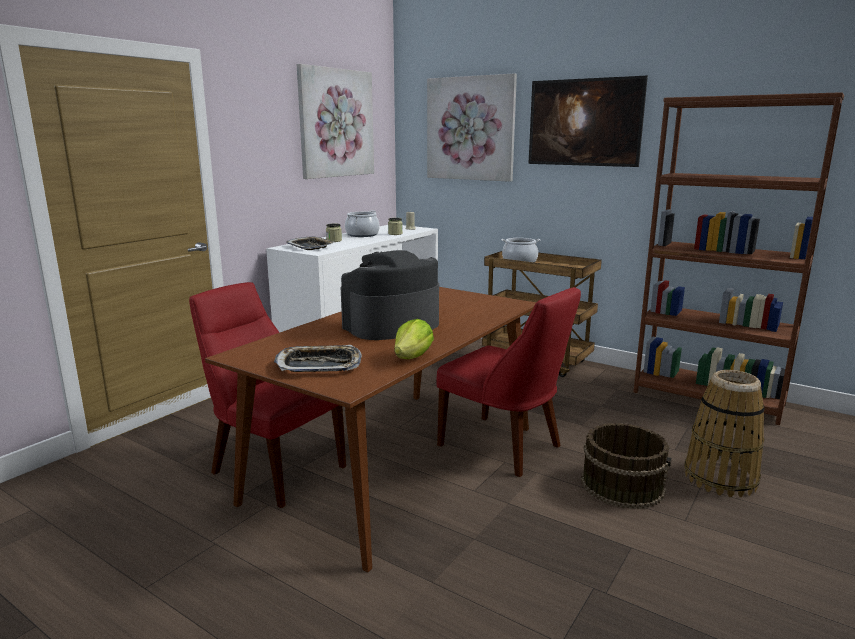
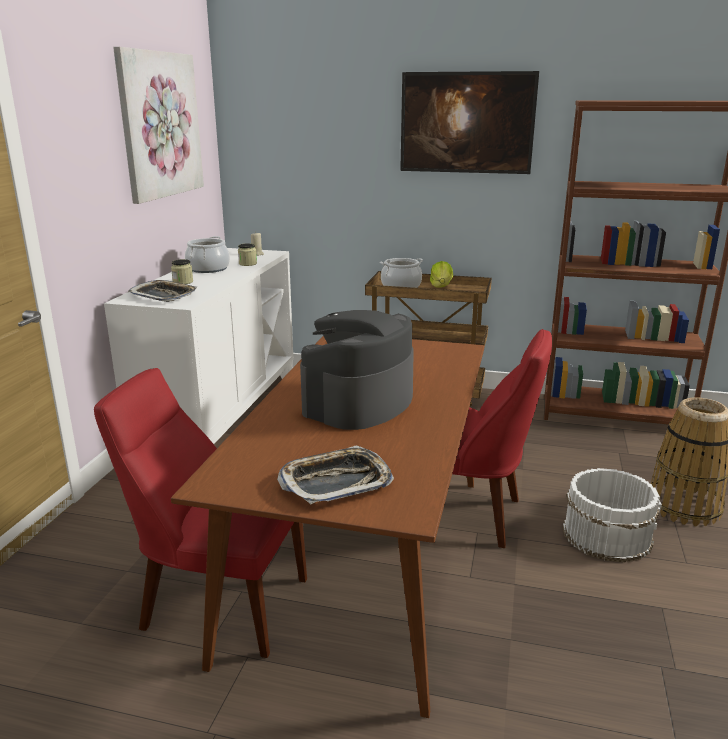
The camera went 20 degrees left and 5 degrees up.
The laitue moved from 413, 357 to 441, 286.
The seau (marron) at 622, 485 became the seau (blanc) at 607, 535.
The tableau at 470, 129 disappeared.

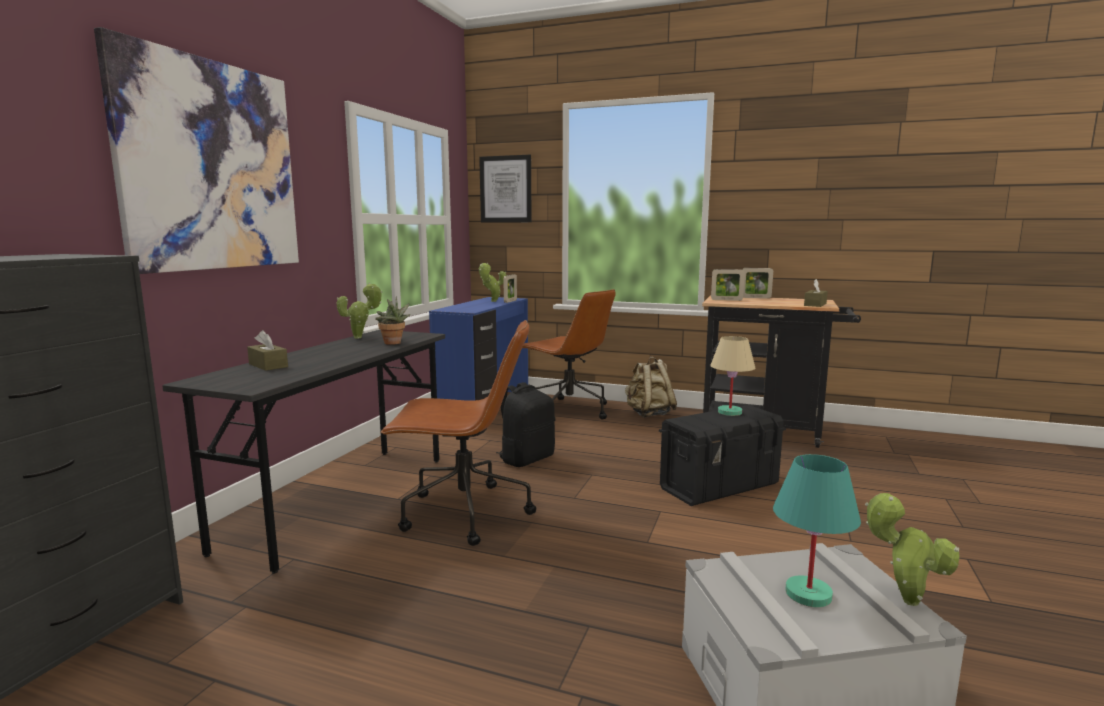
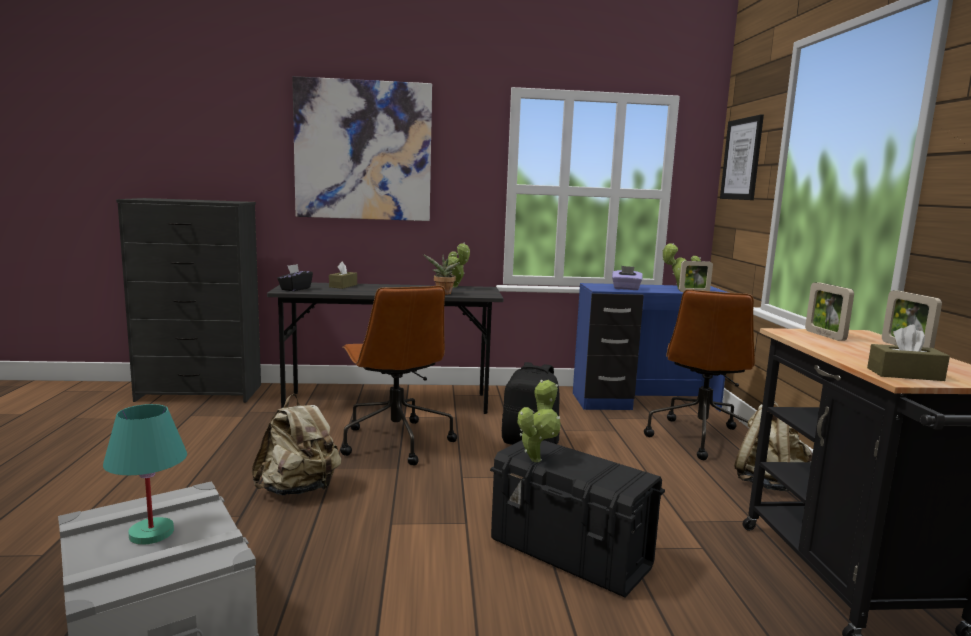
The camera went 65 degrees right and 0 degrees up.
The sac à dos (beige) at 299, 490 appeared.
The boîte à mouchoirs (noir) at 295, 289 appeared.
The plante en pot moved from 904, 599 to 536, 458.
The boîte à mouchoirs (violet) at 626, 288 appeared.
The lampe de table (beige) at 730, 412 disappeared.

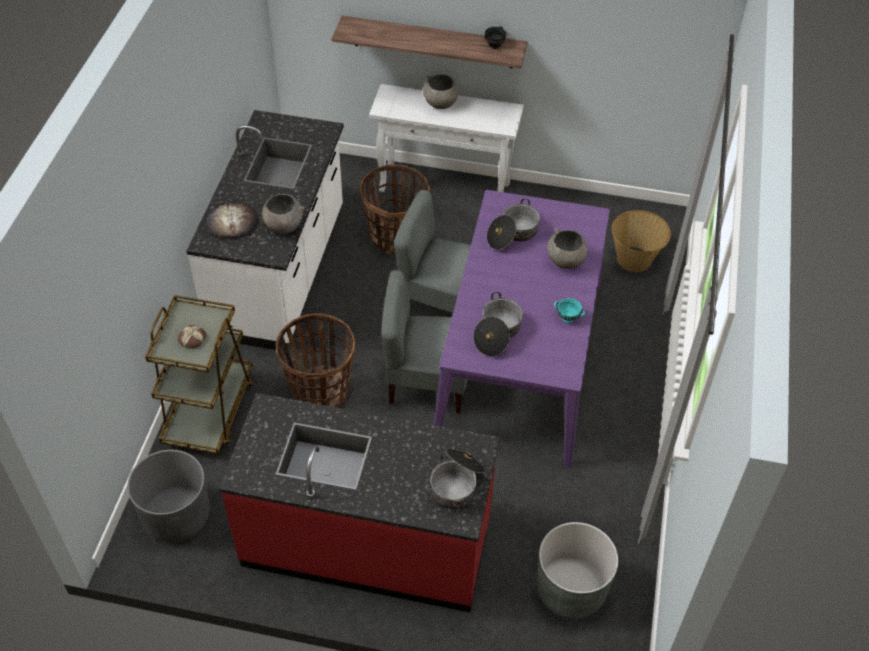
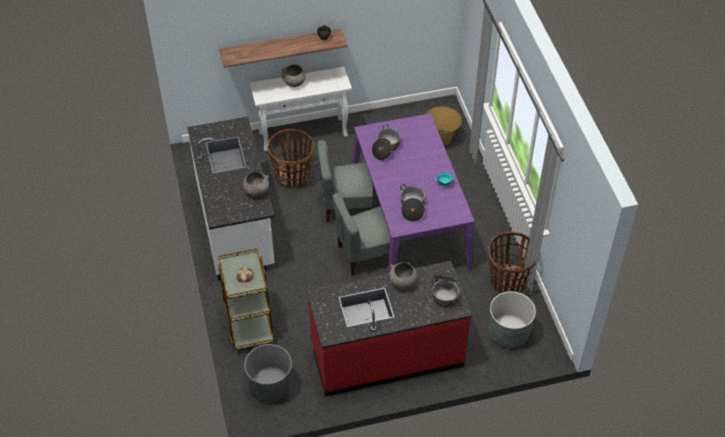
The camera went 25 degrees left and 0 degrees up.
The bol (gris) moved from 565, 261 to 402, 283.
The panier moved from 320, 390 to 508, 280.
The pain at 232, 222 disappeared.

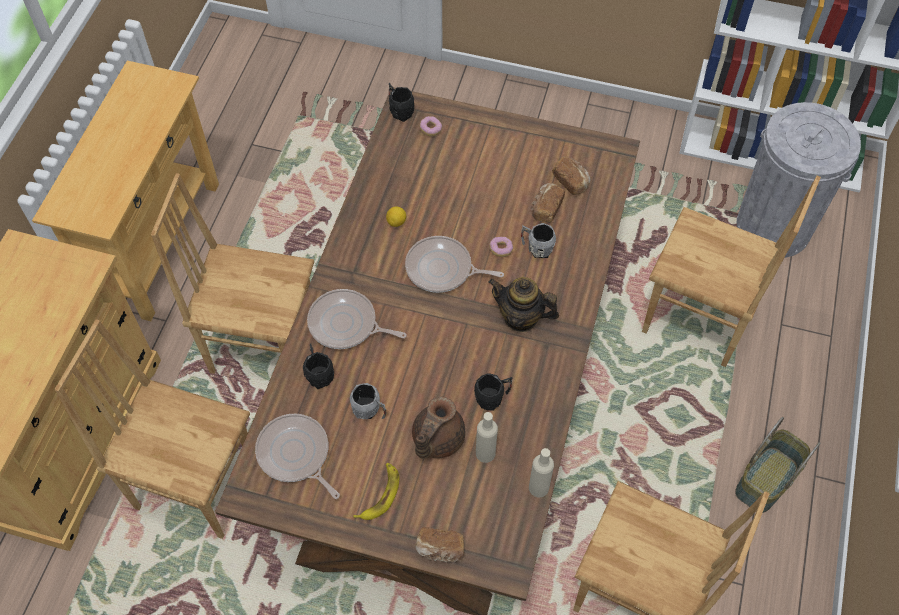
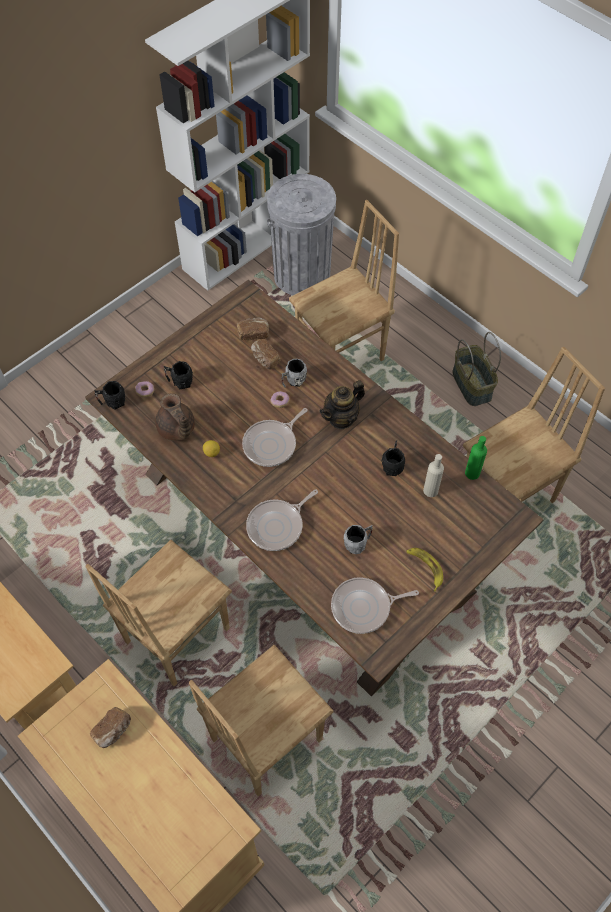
The camera went 60 degrees left and 0 degrees up.
The pain moved from 440, 550 to 113, 731.
The théière (marron) moved from 436, 439 to 177, 430.
The mug (noir) moved from 319, 374 to 180, 382.
The bouteille (beige) at 538, 487 became the bouteille (vert) at 472, 473.

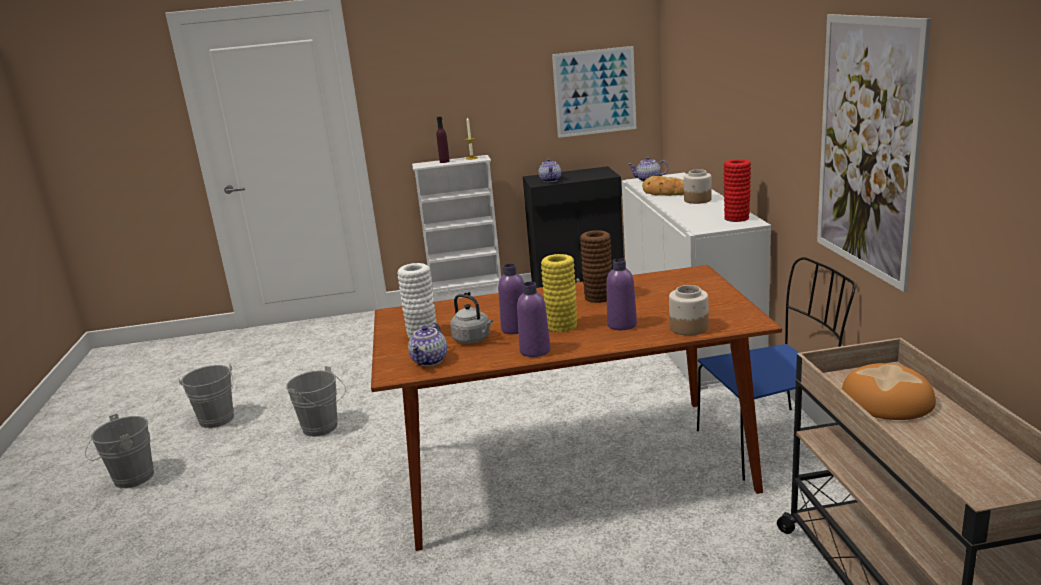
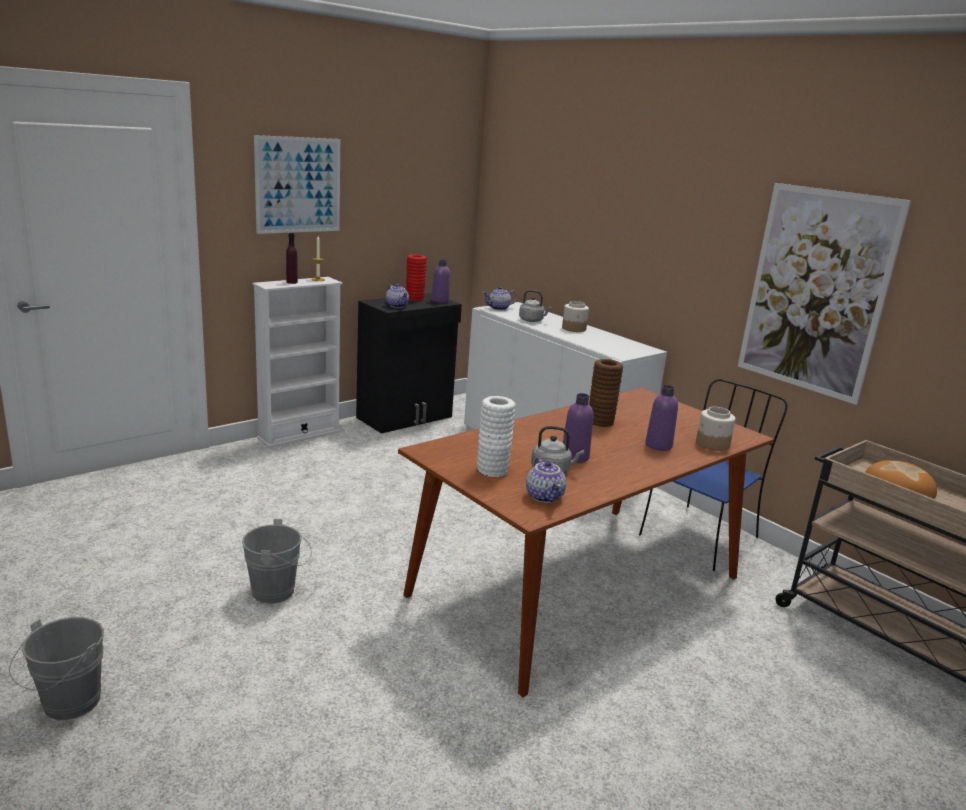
The camera went 35 degrees left and 0 degrees up.
The tableau moved from 595, 92 to 298, 185.
The vase (rouge) moved from 736, 218 to 414, 299.
The bouteille (violet) moved from 535, 351 to 440, 301.
The pain at 664, 192 was replaced by the bouilloire (gris) at 532, 320.
The seau (gris) at 217, 421 disappeared.
The vase (jaune) at 562, 326 disappeared.

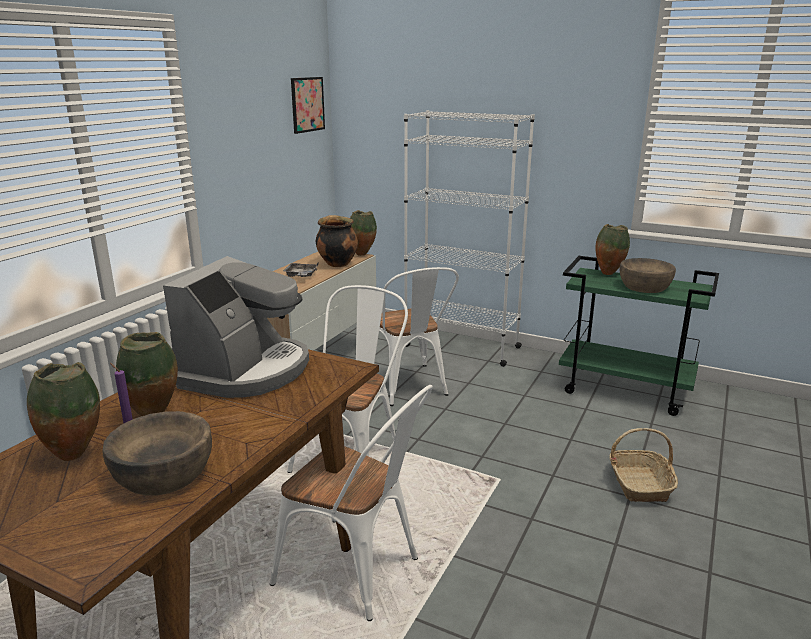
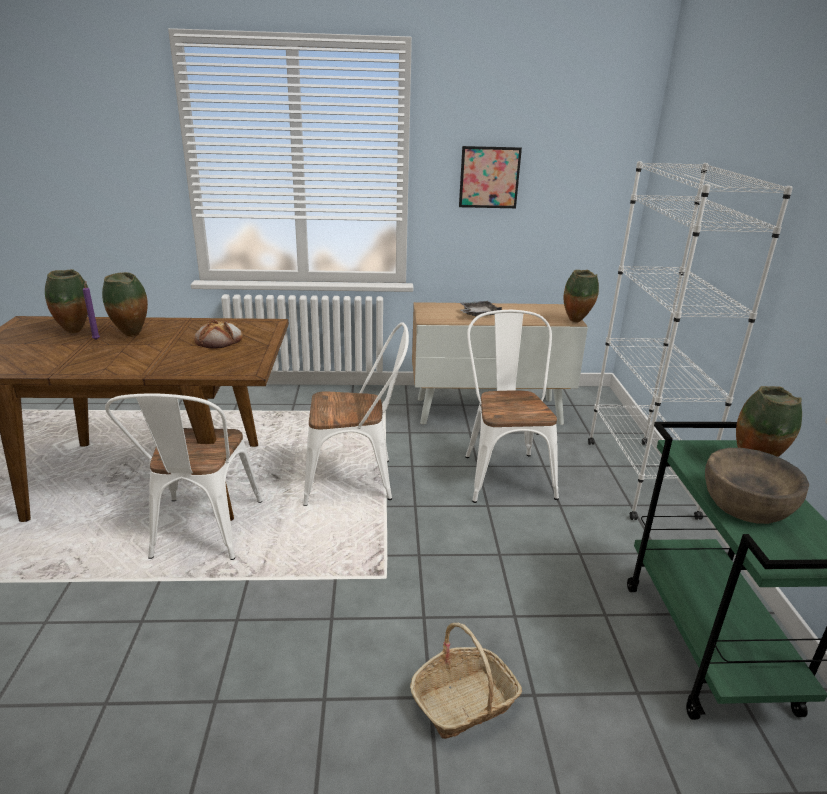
The camera went 60 degrees right and 5 degrees up.
The machine à café at 246, 371 was replaced by the pain at 219, 340.
The tableau moved from 307, 104 to 489, 177.
The chaise (blanc) at 409, 388 turned 135 degrees clockwise.
The bol (marron) at 163, 473 disappeared.
The marmite at 337, 263 disappeared.

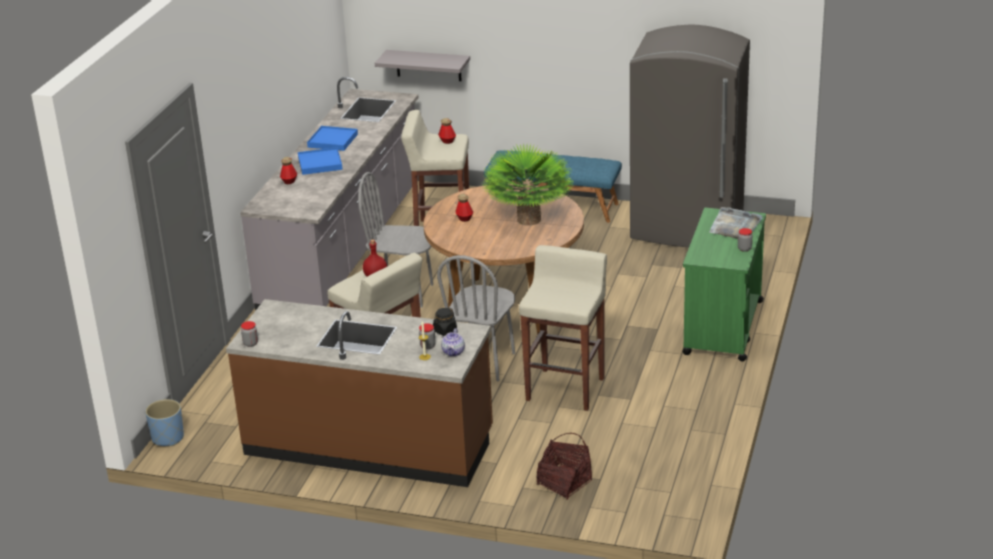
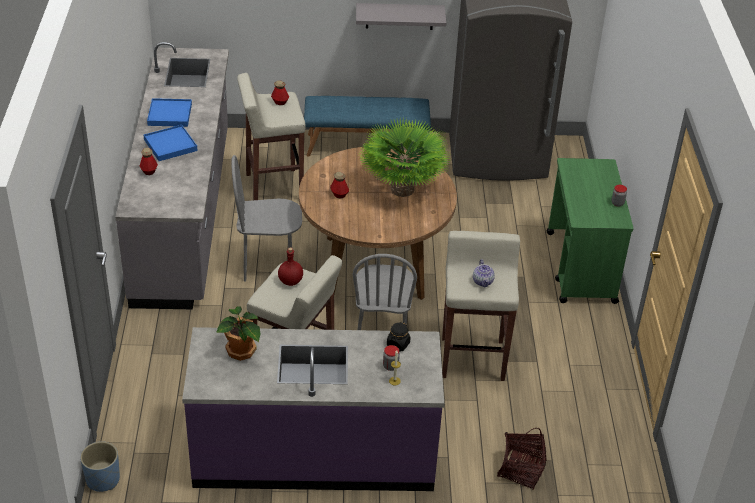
The camera went 20 degrees left and 10 degrees up.
The comptoir de cuisine (marron) at 369, 444 became the comptoir de cuisine (violet) at 314, 453.
The plante en pot at 241, 352 appeared.
The étagère (gris) moved from 428, 65 to 399, 16.
The théière moved from 453, 352 to 483, 282.
The bocal at 250, 343 disappeared.
The plateau (gris) at 735, 226 disappeared.

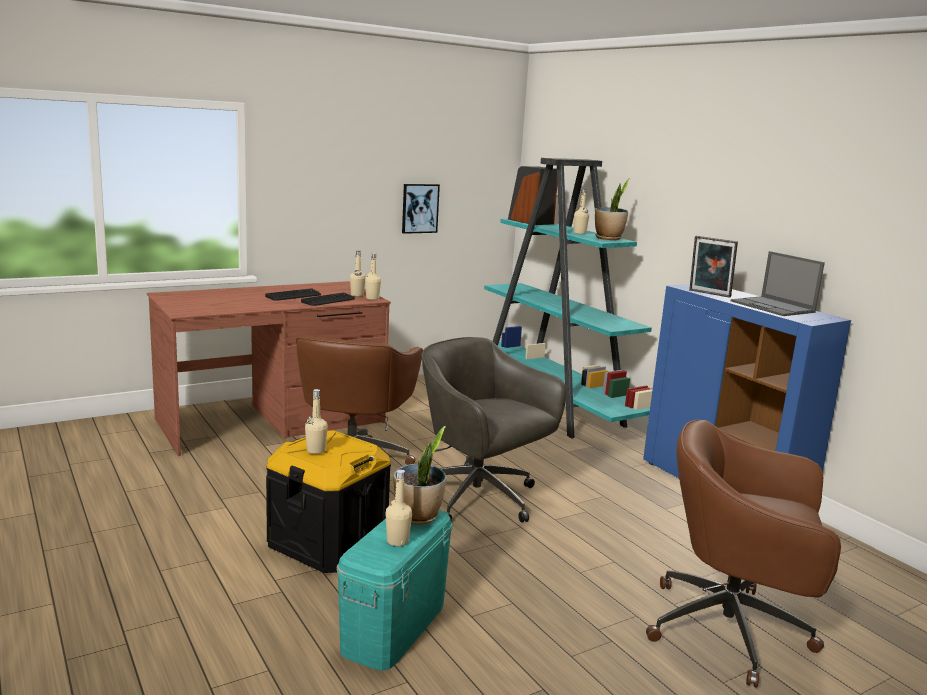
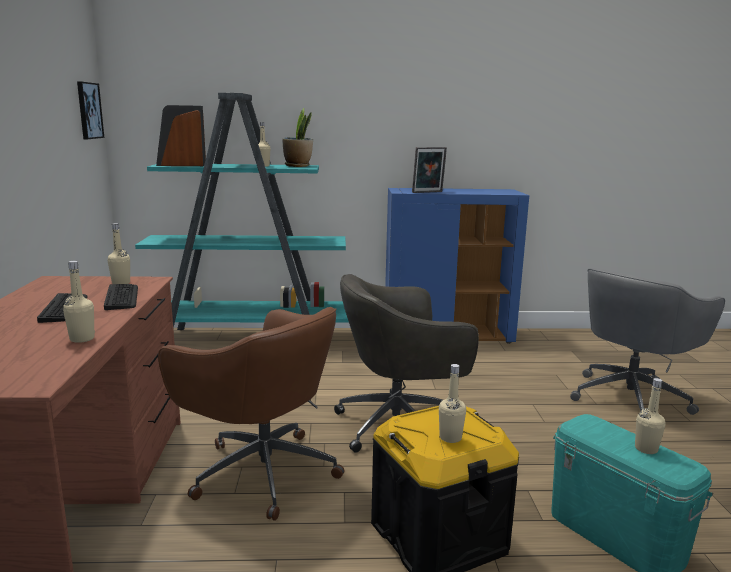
The camera went 60 degrees left and 0 degrees up.
The bouteille (beige) moved from 372, 298 to 82, 339.
The tableau moved from 419, 208 to 89, 110.
The chaise de bureau (marron) at 732, 630 became the chaise de bureau (gris) at 631, 397.
The plante en pot at 418, 516 disappeared.
The ordinateur portable at 773, 307 disappeared.

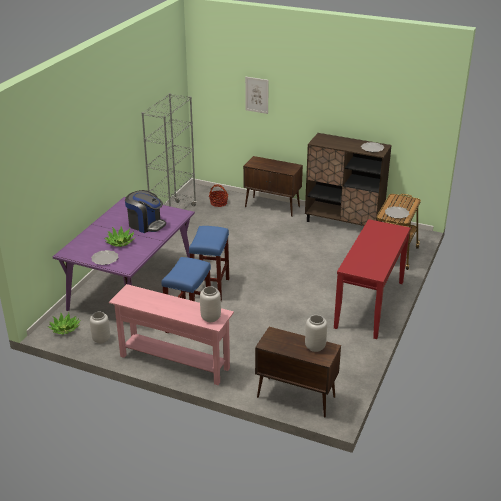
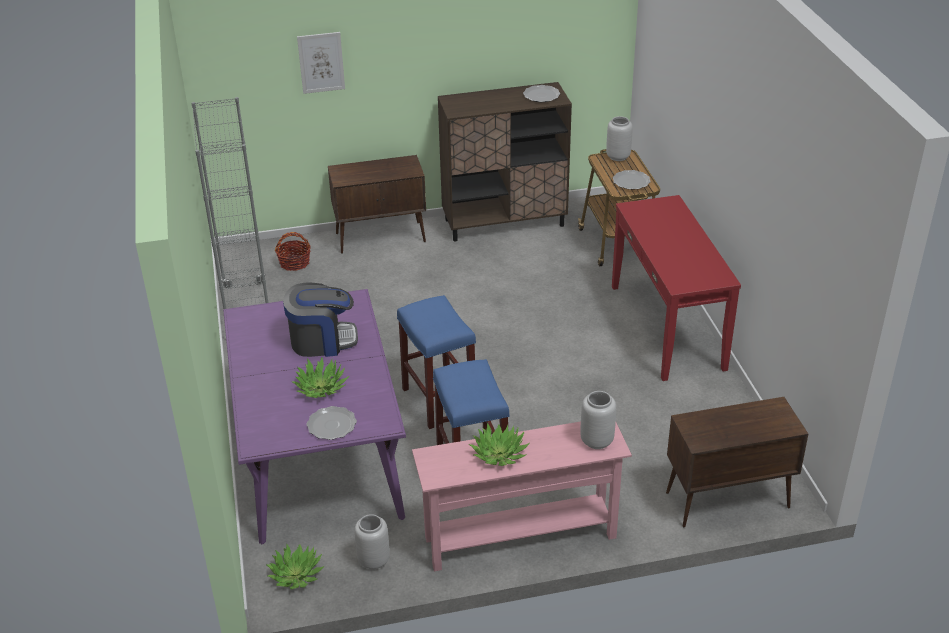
The camera went 35 degrees left and 5 degrees up.
The plante en pot at 499, 454 appeared.
The vase (gris) moved from 314, 347 to 617, 157.

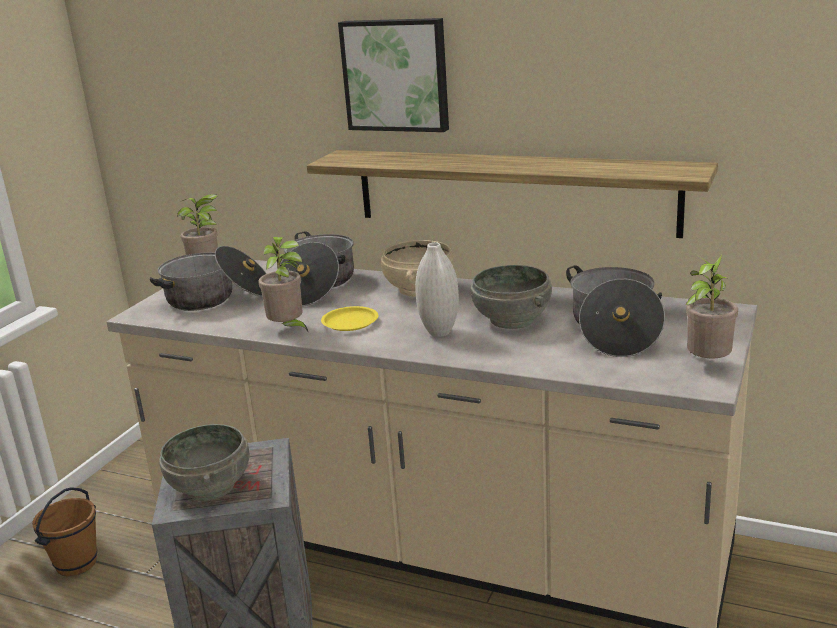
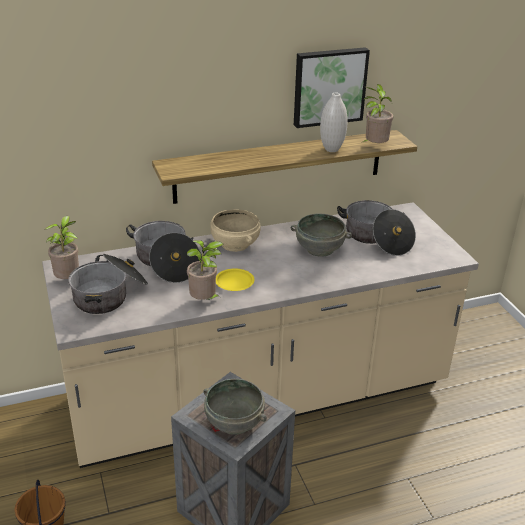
The camera went 45 degrees left and 10 degrees up.
The tableau moved from 396, 75 to 329, 86.
The vase (blanc) moved from 439, 332 to 331, 149.
The plante en pot moved from 706, 364 to 374, 147.

